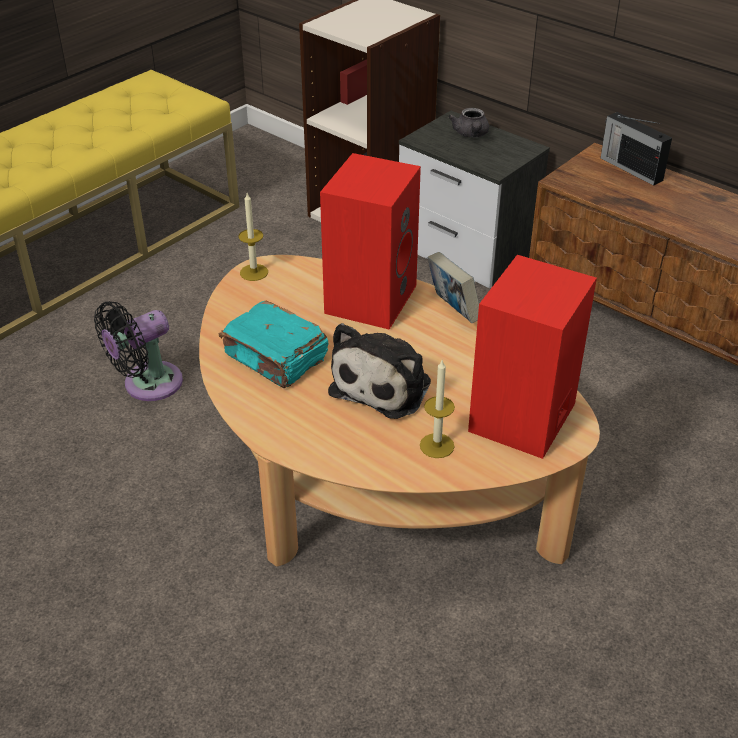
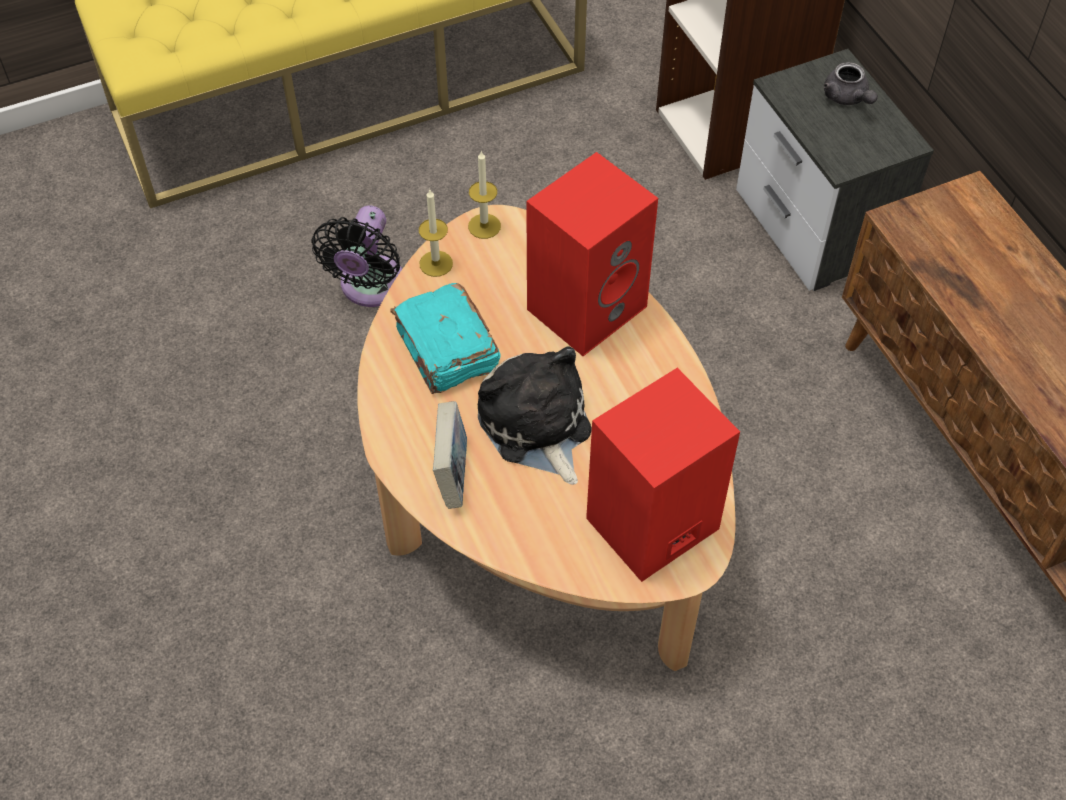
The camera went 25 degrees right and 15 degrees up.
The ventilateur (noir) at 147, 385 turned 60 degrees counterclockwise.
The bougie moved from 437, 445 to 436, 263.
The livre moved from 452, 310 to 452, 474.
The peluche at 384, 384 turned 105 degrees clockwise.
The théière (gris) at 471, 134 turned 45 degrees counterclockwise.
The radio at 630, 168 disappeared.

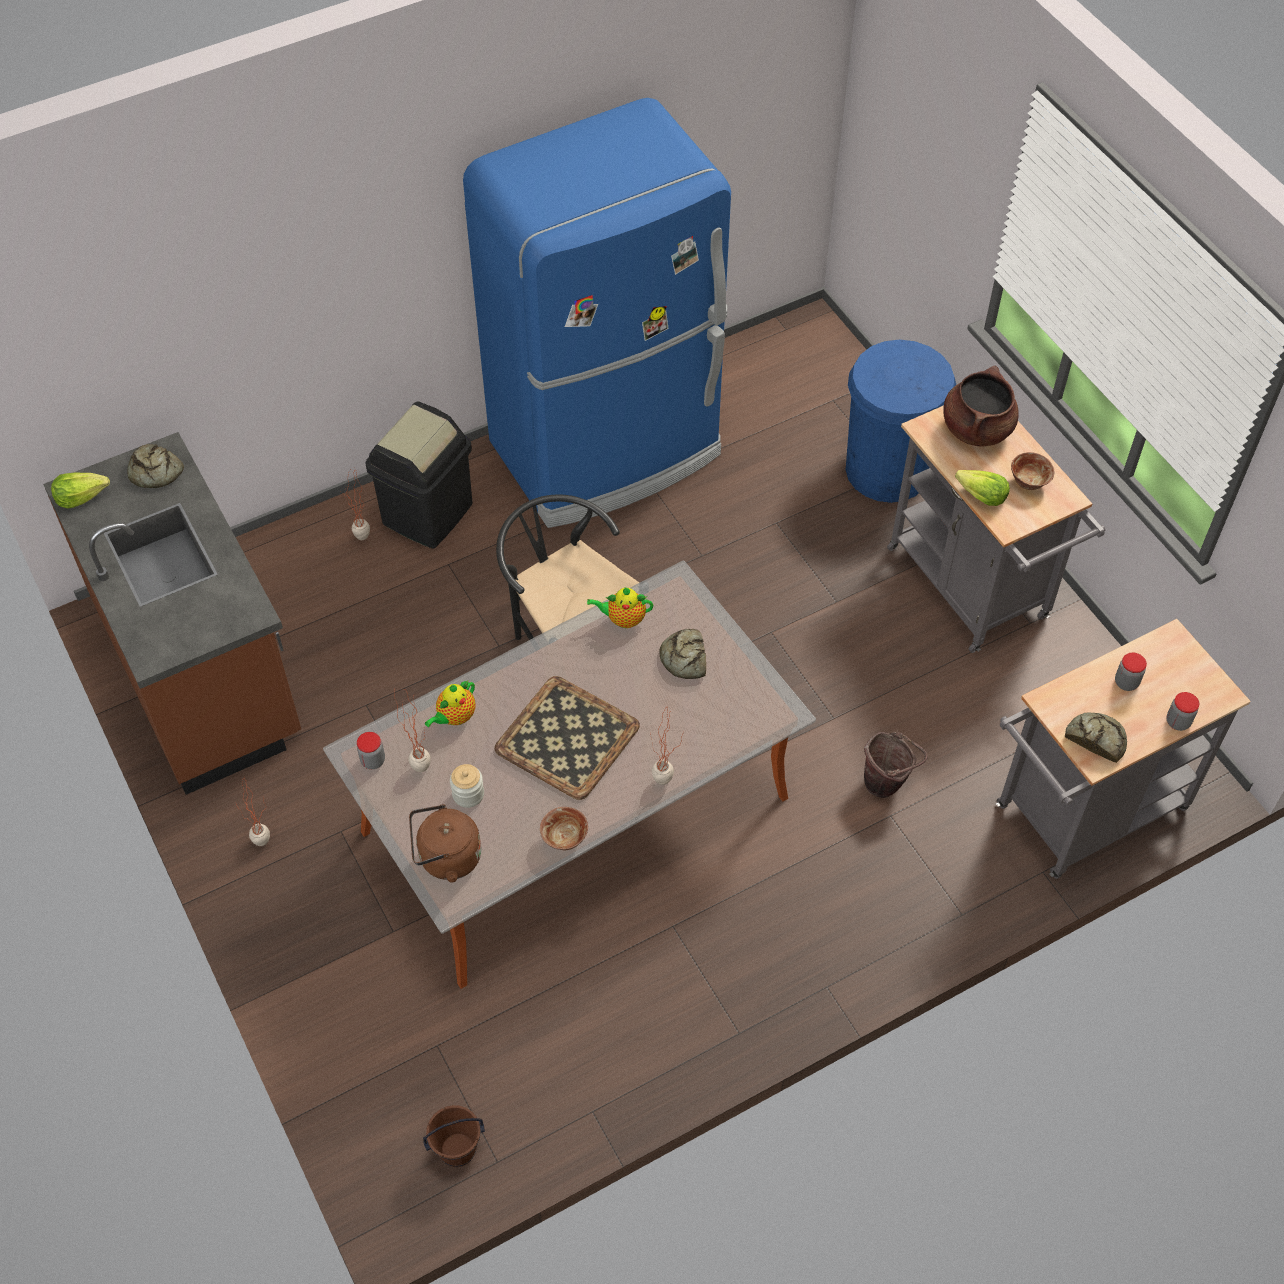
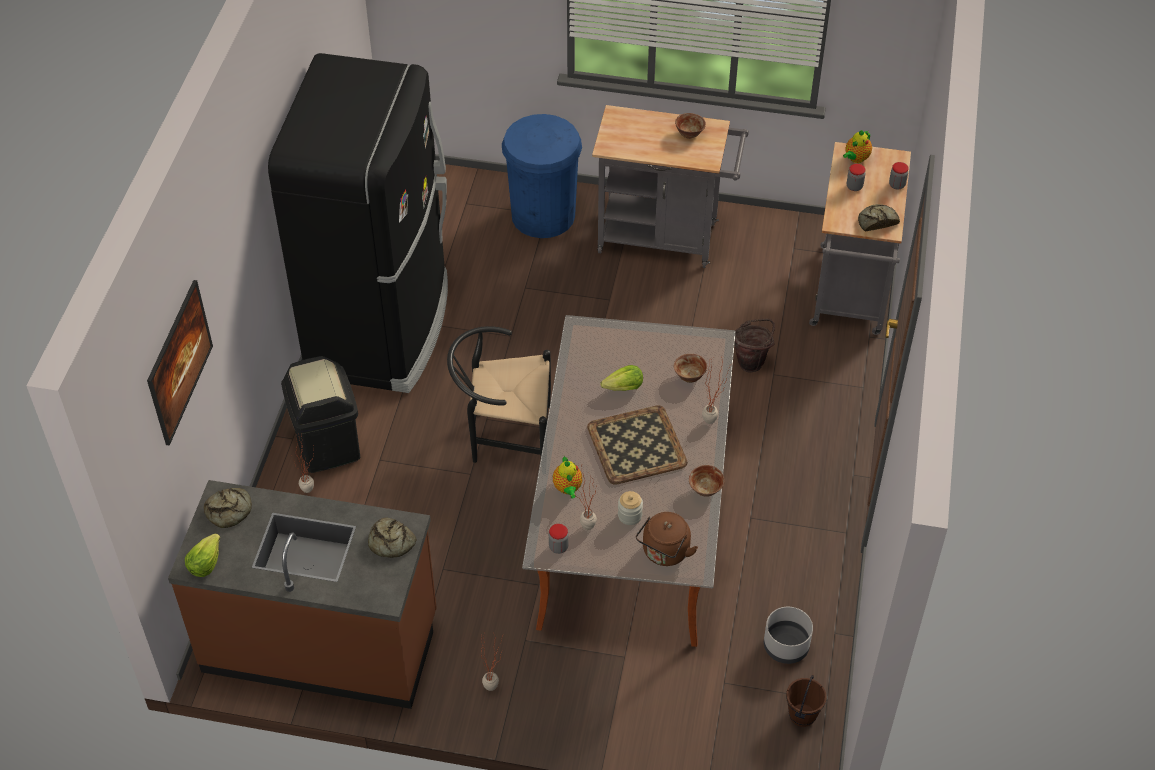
The camera went 50 degrees left and 5 degrees down.
The tableau at 184, 378 appeared.
The réfrigérateur (bleu) at 608, 450 became the réfrigérateur (noir) at 382, 327.
The pain moved from 684, 658 to 391, 542.
The laitue moved from 981, 496 to 624, 388.
The bol at 689, 377 appeared.
The cache-pot (gris) at 786, 646 appeared.
The théière moved from 623, 619 to 856, 159.
The marmite (marron) at 976, 428 disappeared.

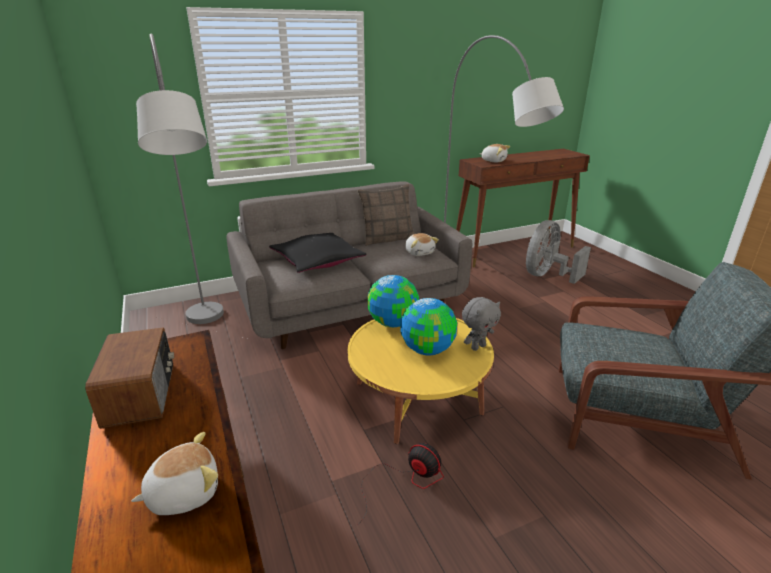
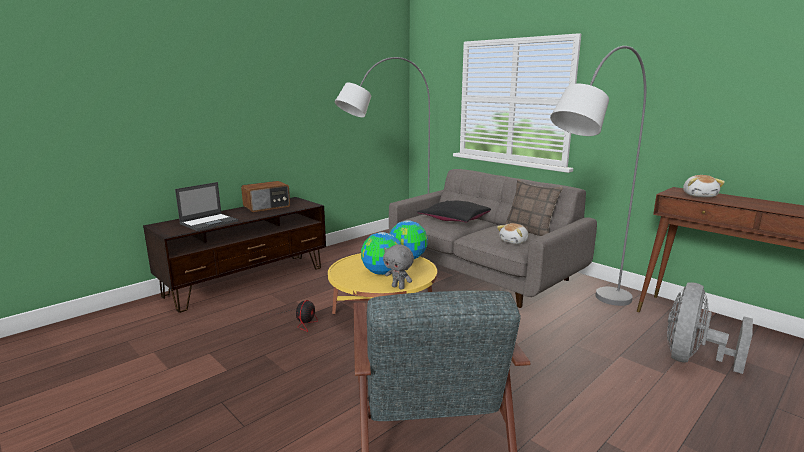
The camera went 70 degrees right and 10 degrees down.
The peluche at 183, 492 was replaced by the ordinateur portable at 210, 222.
The ventilateur (gris) at 547, 275 turned 75 degrees counterclockwise.

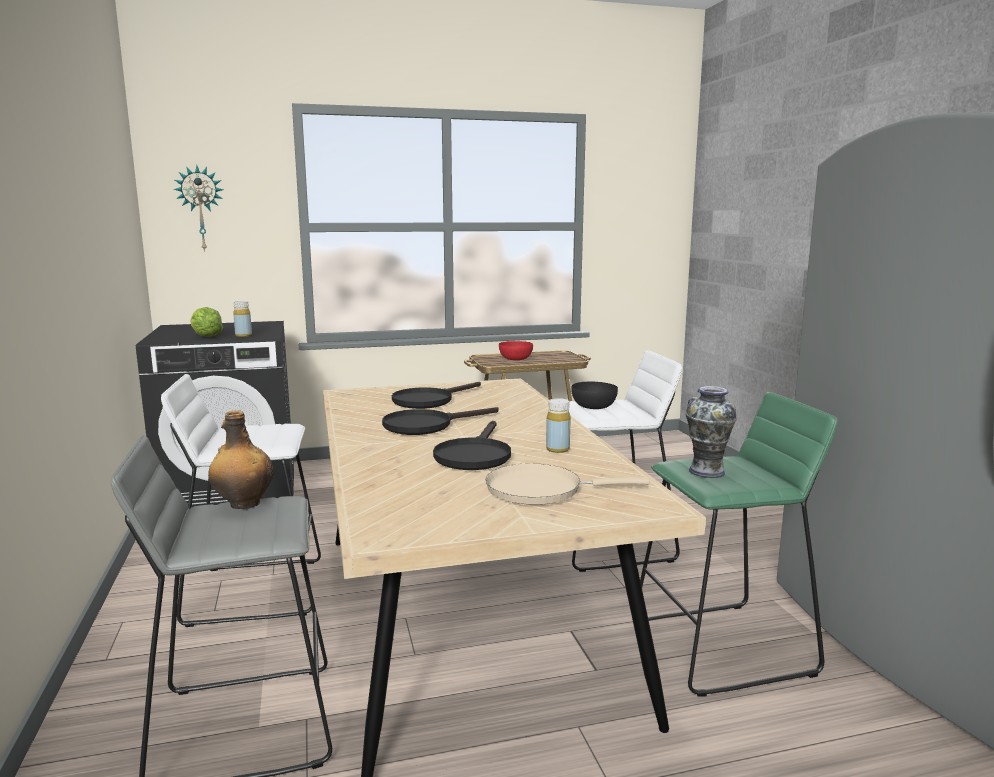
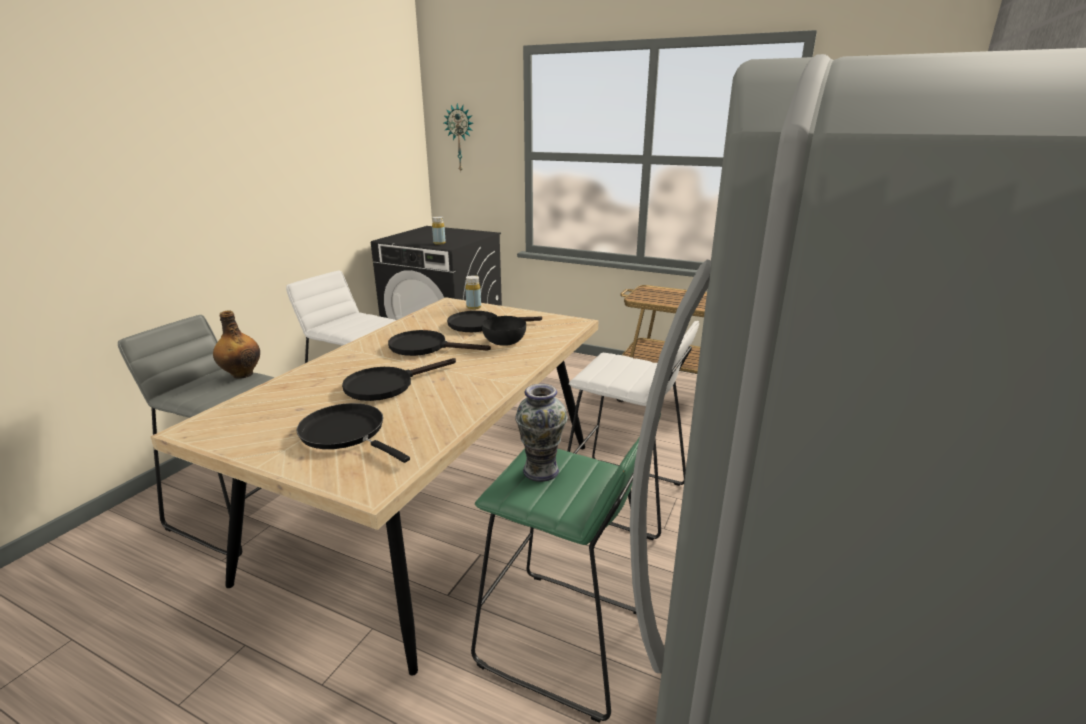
The camera went 40 degrees right and 10 degrees up.
The poêle (beige) at 541, 490 became the poêle (noir) at 346, 433.
The bouteille (jaune) moved from 557, 449 to 473, 307.
The bol (noir) moved from 593, 406 to 504, 341.
The laitue at 206, 336 disappeared.
The bol (rouge) at 515, 359 disappeared.

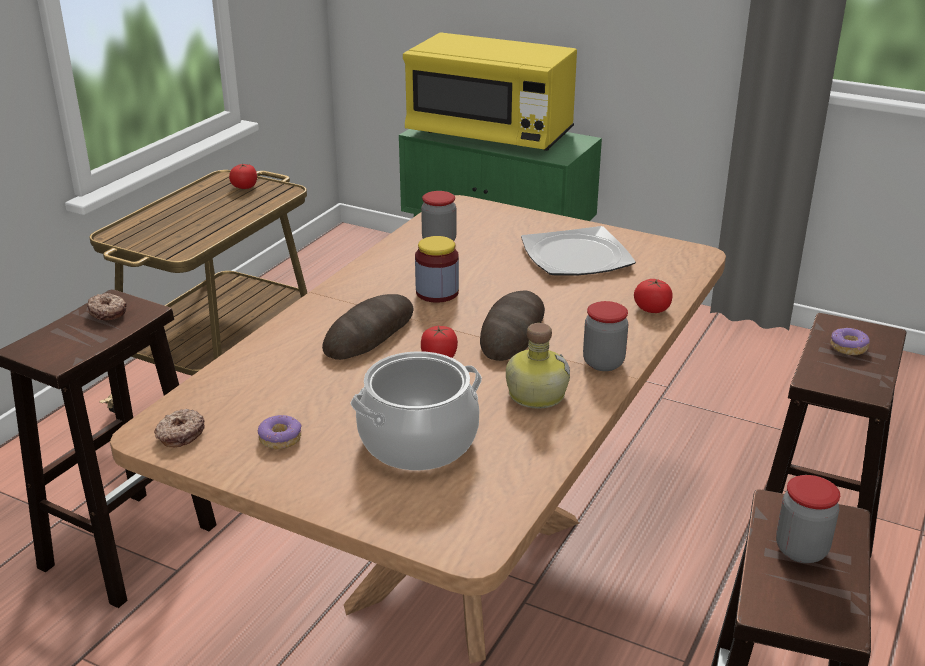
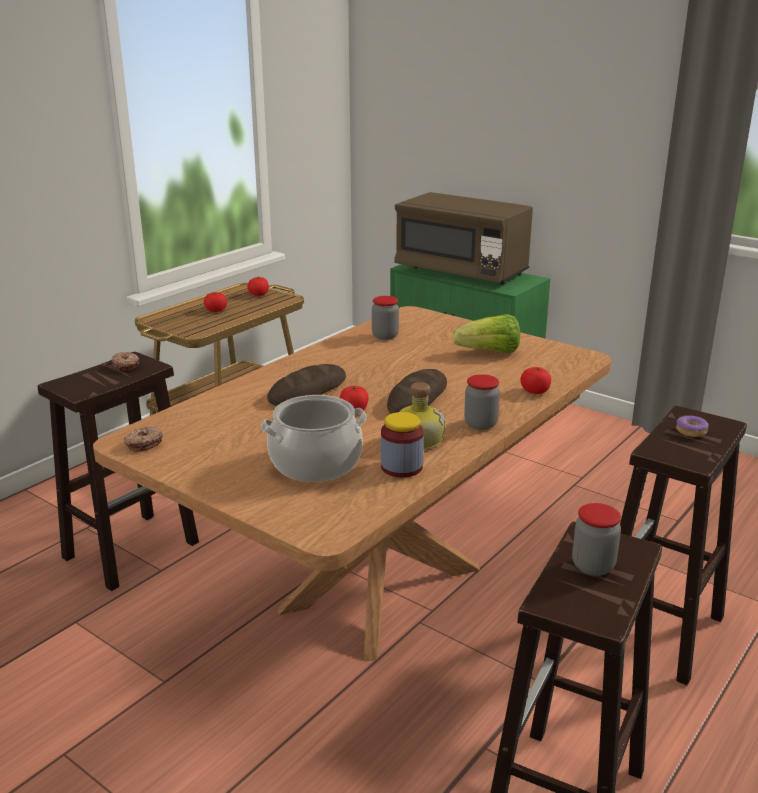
The camera went 10 degrees right and 5 degrees down.
The tomate at 216, 310 appeared.
The bocal moved from 437, 292 to 401, 467.
The micro-ondes (jaune) at 490, 135 became the micro-ondes (marron) at 461, 272.
The assiette at 577, 257 was replaced by the laitue at 489, 352.
The beignet at 281, 439 disappeared.

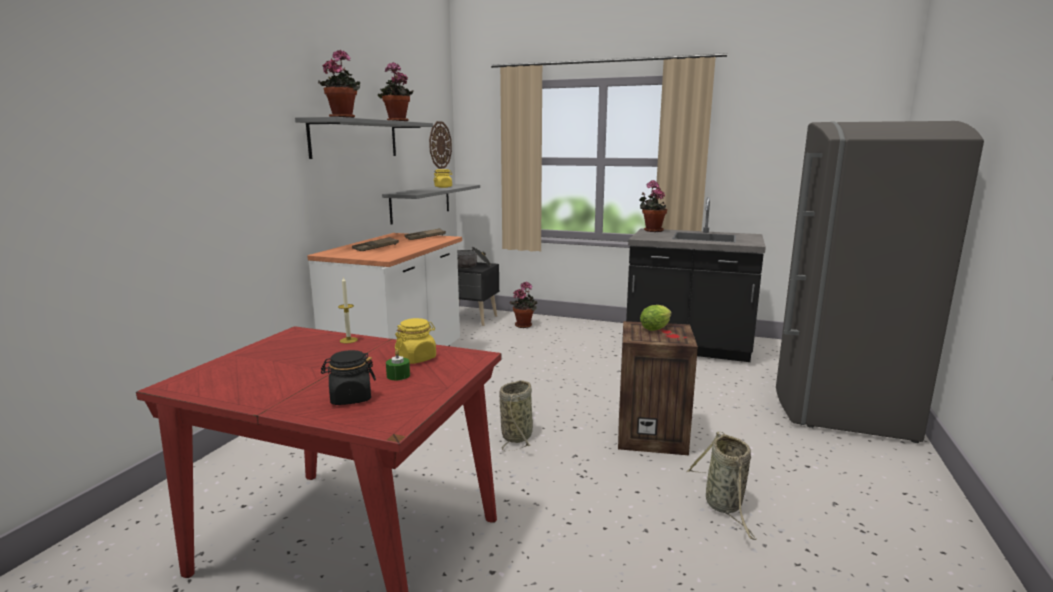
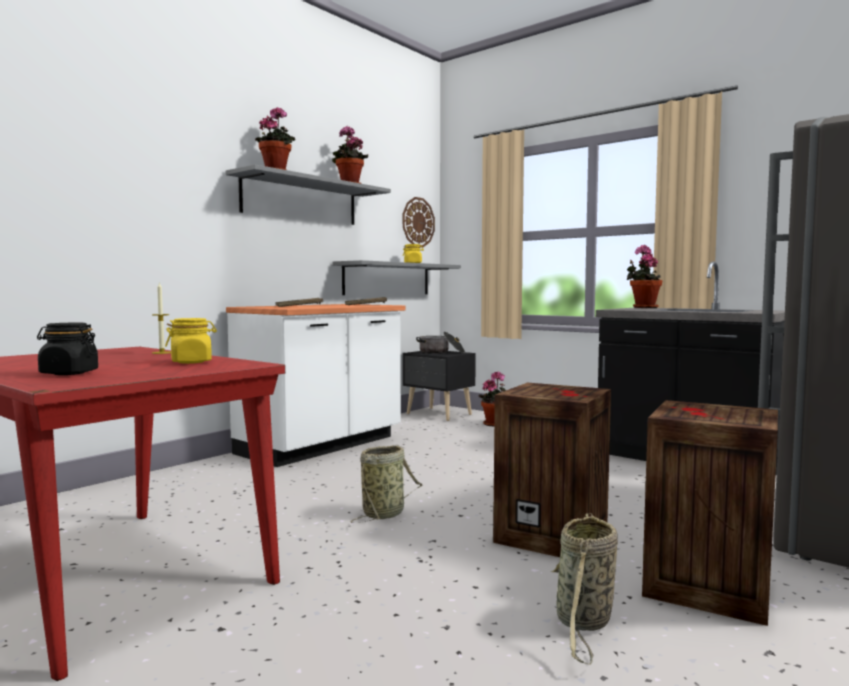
The camera went 20 degrees right and 10 degrees down.
The caisse at 705, 586 appeared.
The bougie (vert) at 398, 375 disappeared.
The laitue at 656, 328 disappeared.

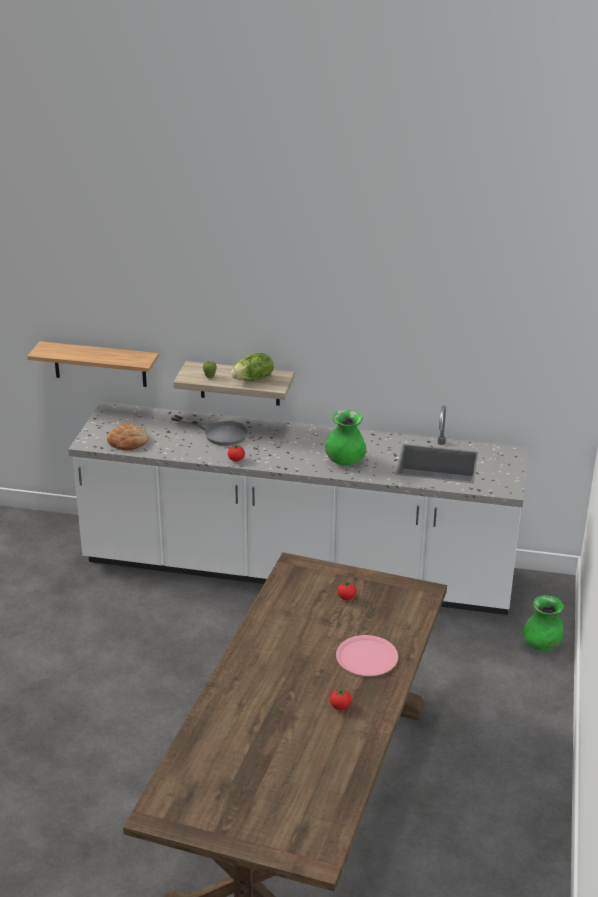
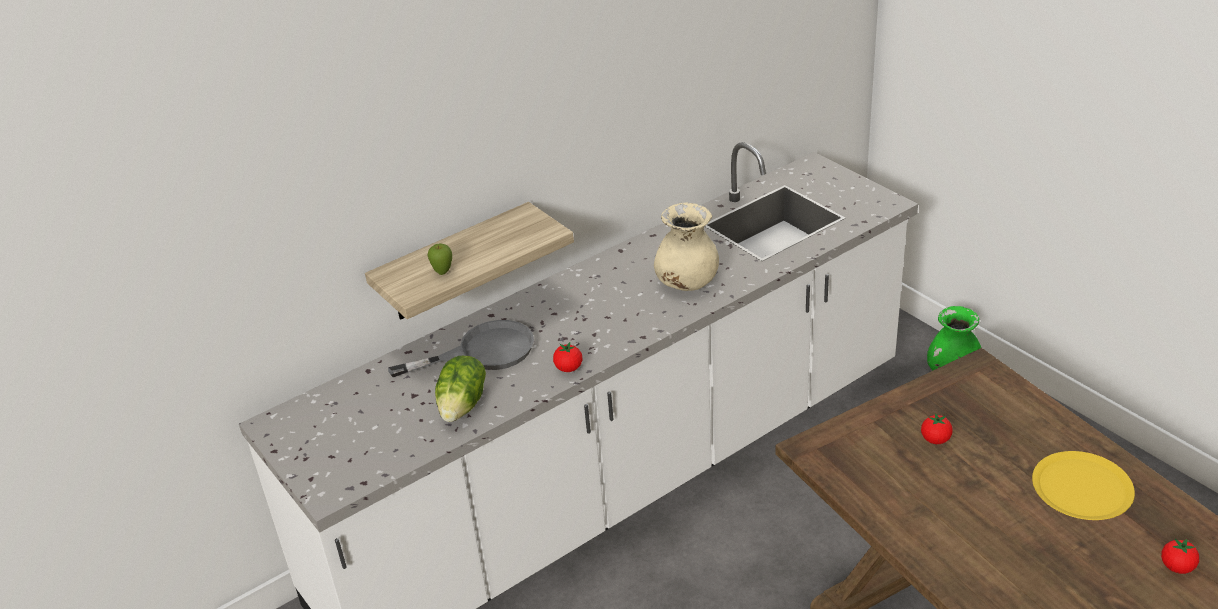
The camera went 45 degrees left and 5 degrees up.
The laitue moved from 253, 379 to 463, 405.
The vase (vert) at 345, 461 became the vase (beige) at 687, 283.
The assiette (rose) at 367, 657 became the assiette (jaune) at 1082, 487.
The étagère at 100, 364 disappeared.
The pain at 128, 441 disappeared.

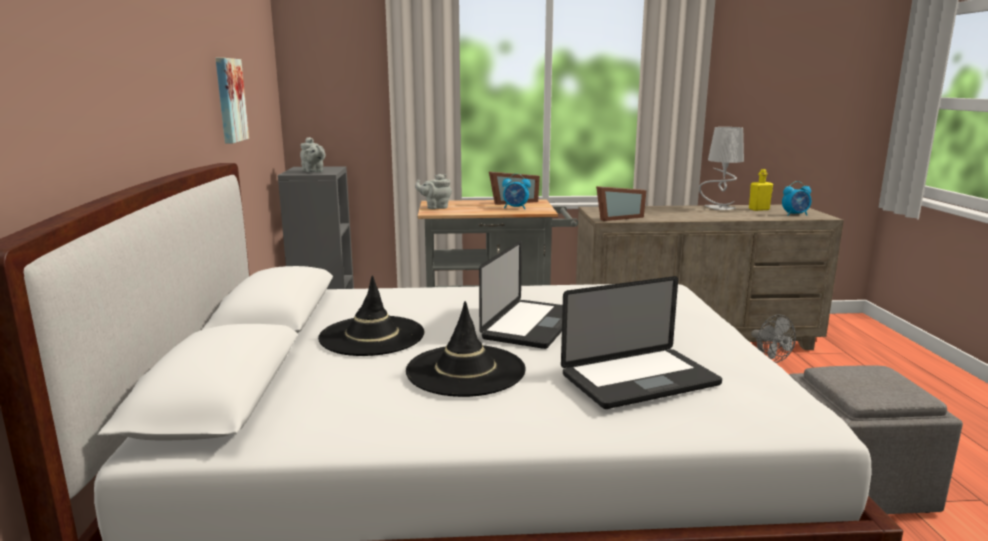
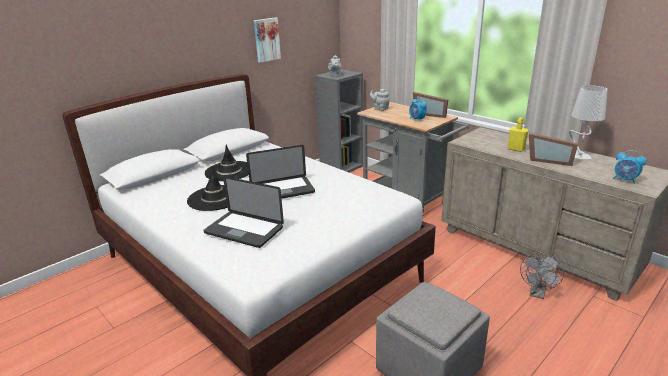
The camera went 50 degrees right and 10 degrees up.
The bouteille (jaune) moved from 759, 209 to 516, 149.
The cadre photo moved from 617, 218 to 549, 160.

